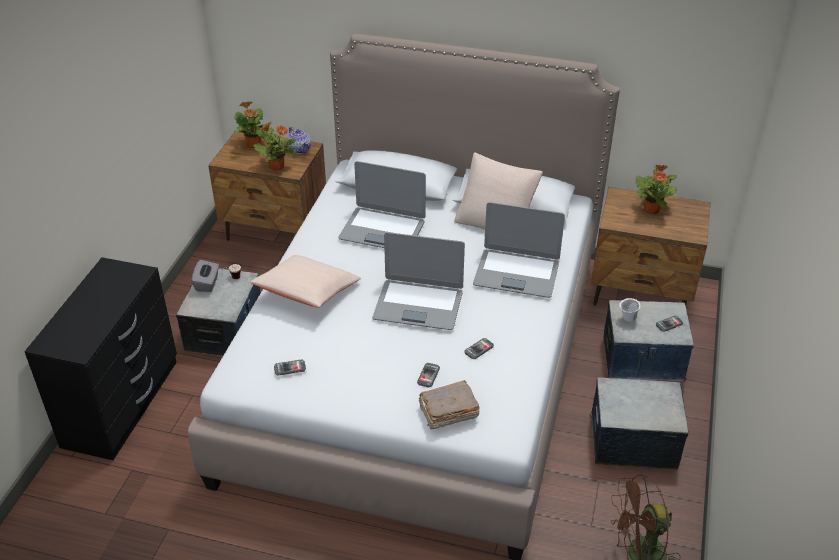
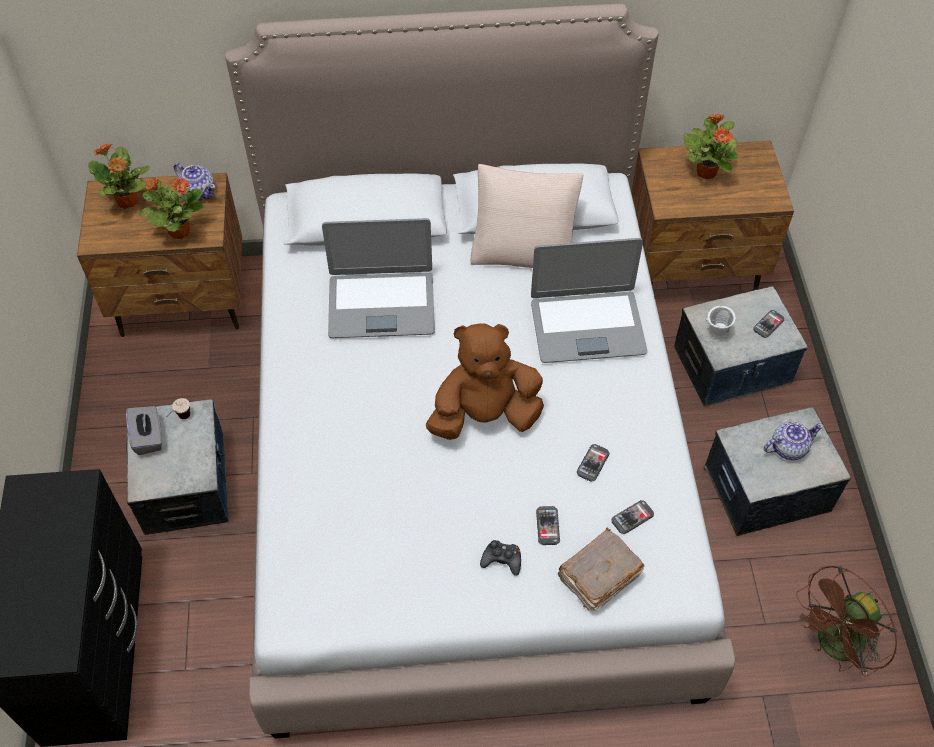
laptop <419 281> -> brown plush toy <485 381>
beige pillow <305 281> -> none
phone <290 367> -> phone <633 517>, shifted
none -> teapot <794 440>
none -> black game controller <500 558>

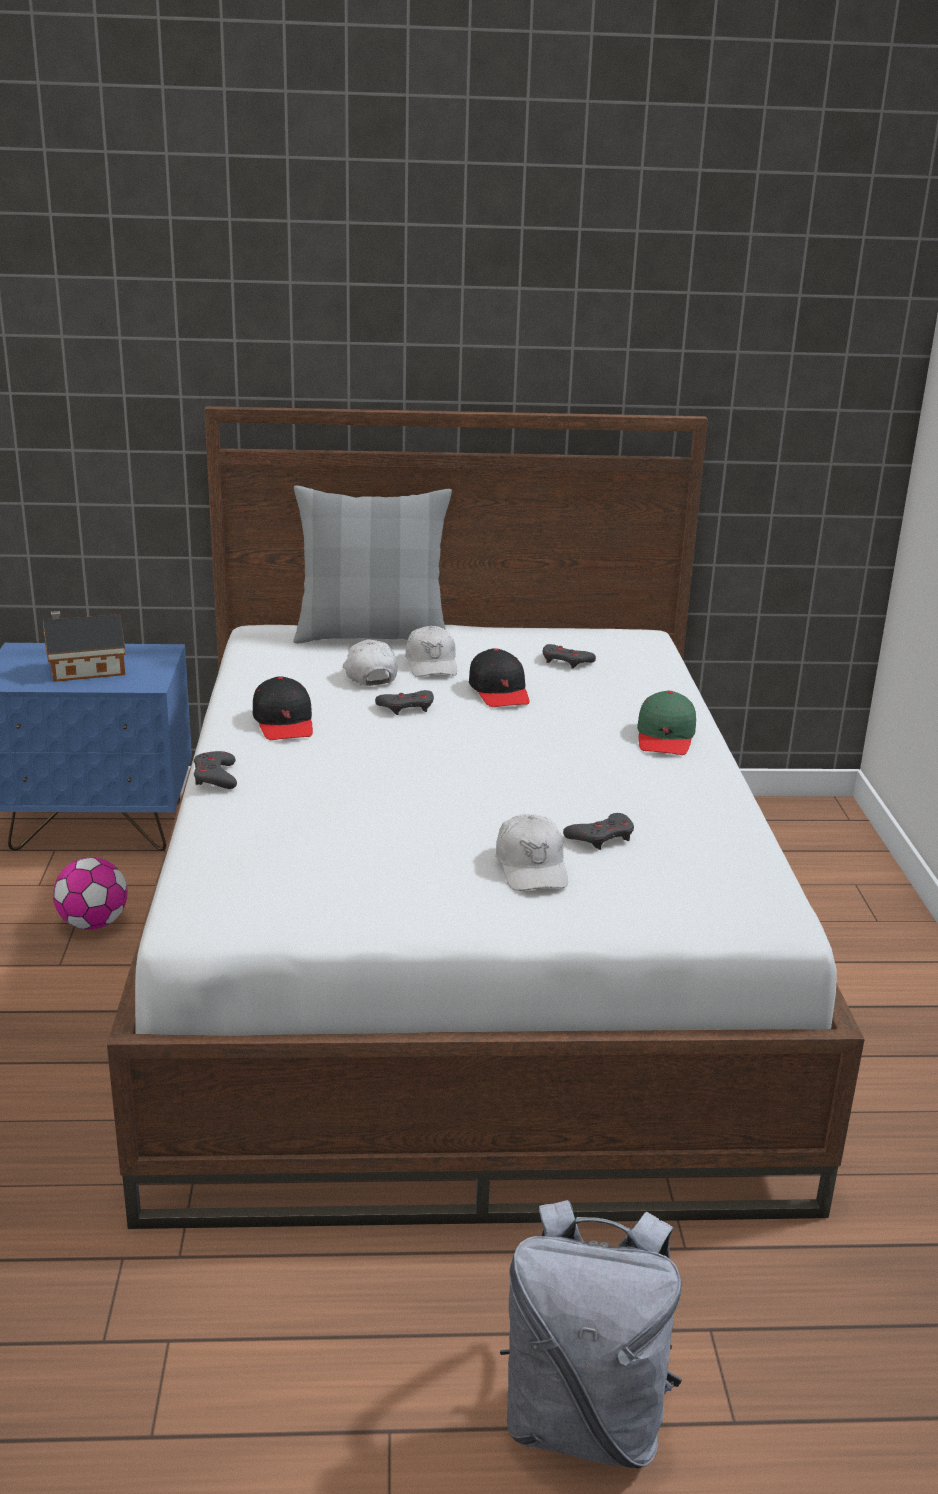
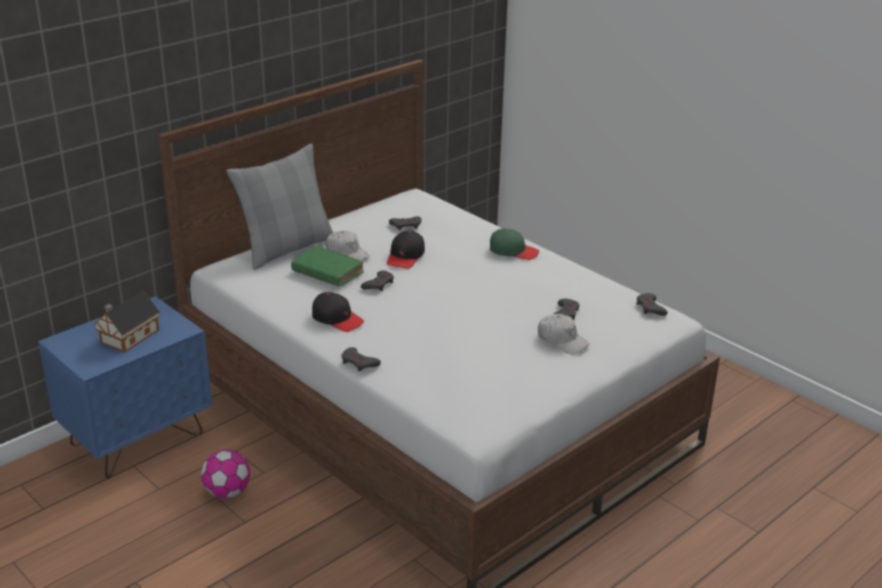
white cap <370 662> -> green book <327 266>
black cap <499 677> -> black cap <406 249>, 75 degrees clockwise
green cap <666 723> -> green cap <514 244>, 45 degrees counterclockwise
grey backpack <591 1334> -> none
none -> grey game controller <652 304>

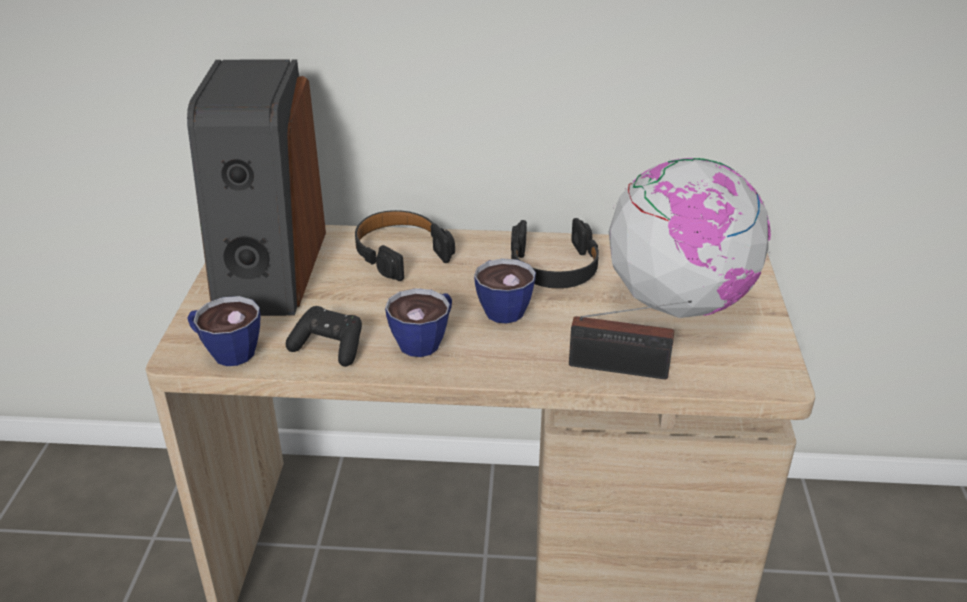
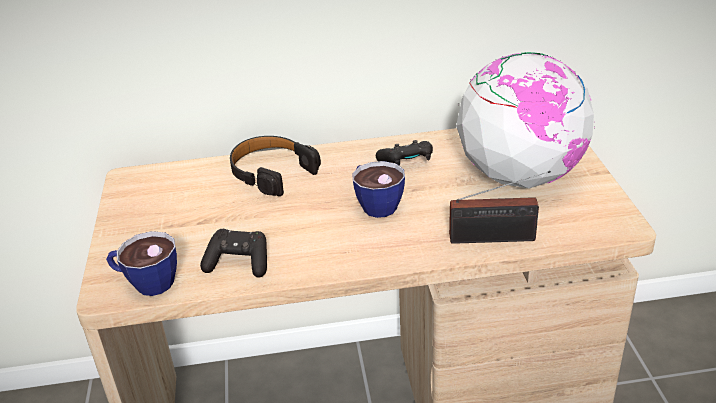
speaker <256 188> -> none
black headphones <555 253> -> black game controller <404 153>
cup <418 322> -> none

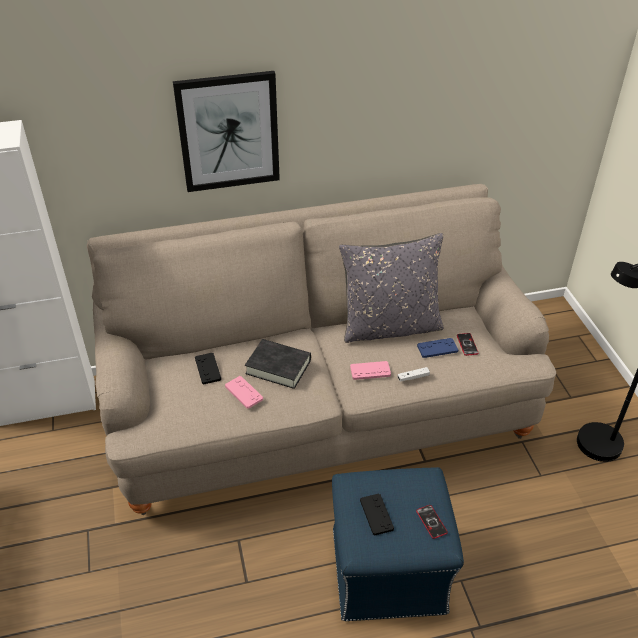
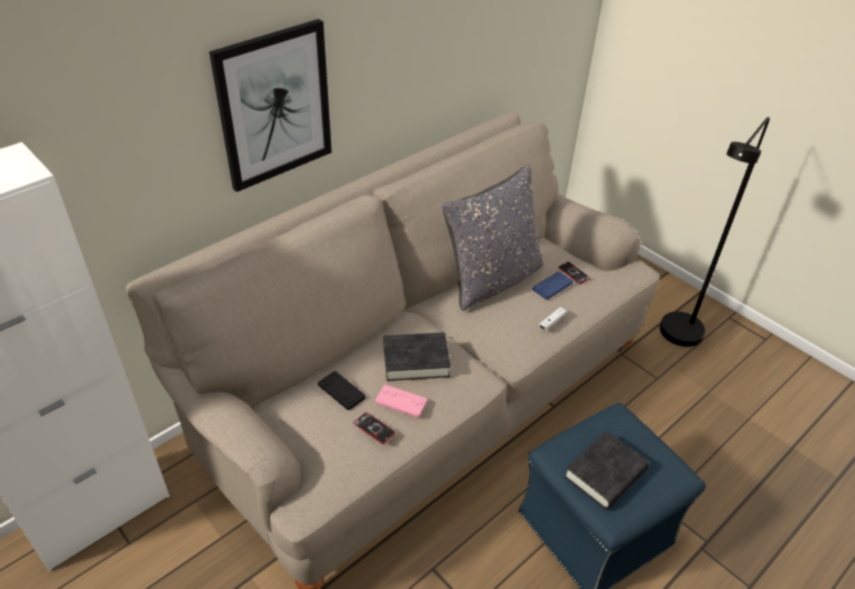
pink game controller <370 370> -> none
black game controller <377 515> -> black book <606 470>
phone <432 522> -> phone <374 428>, shifted

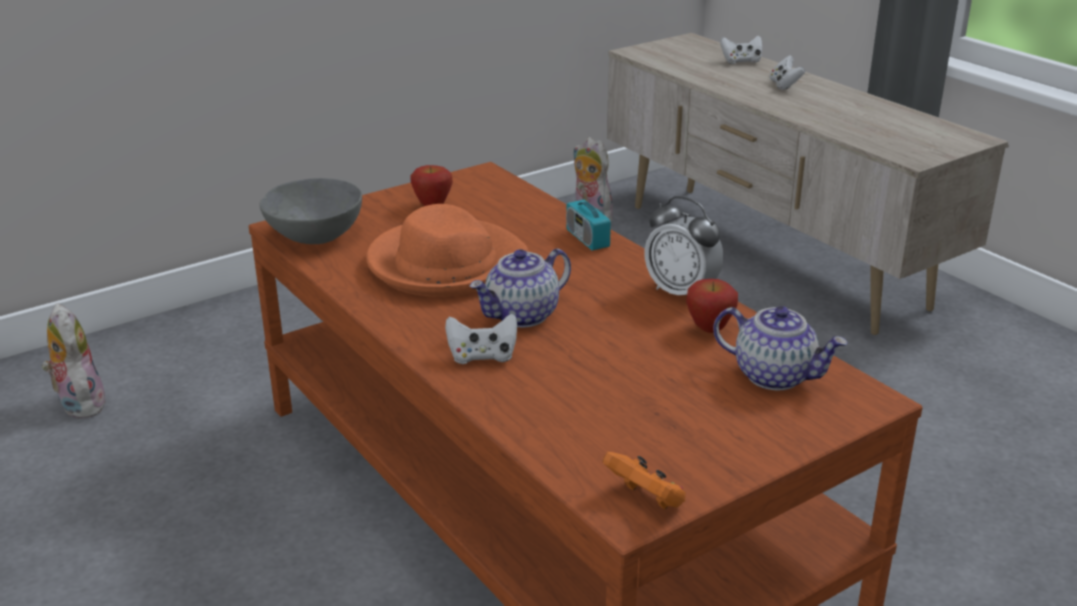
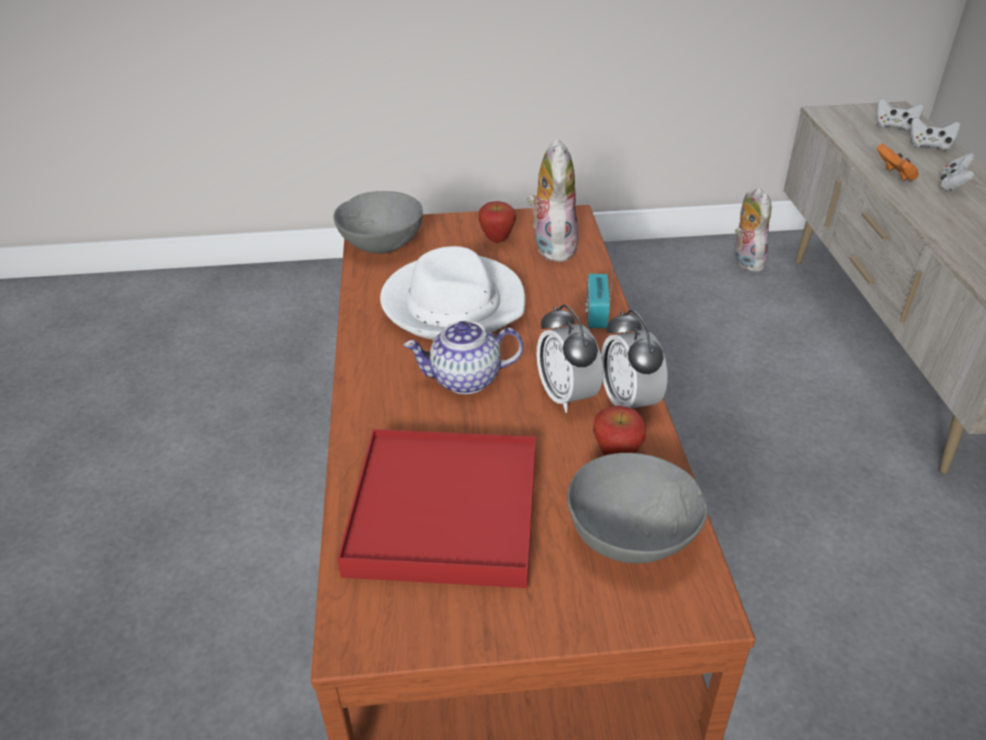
orange hat <447 250> -> white hat <452 293>
plush toy <73 361> -> plush toy <552 200>, shifted
teapot <780 348> -> grey bowl <637 508>
white game controller <481 339> -> white game controller <900 114>, shifted
orange game controller <644 480> -> orange game controller <898 162>, shifted
none -> alarm clock <570 358>
none -> red tray <436 508>

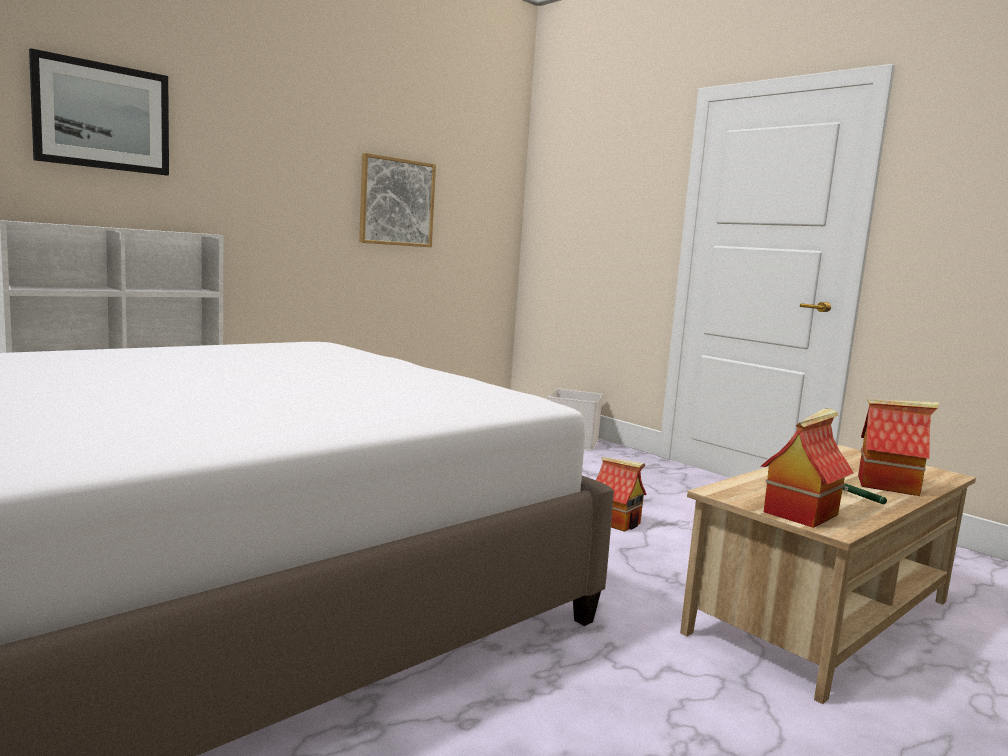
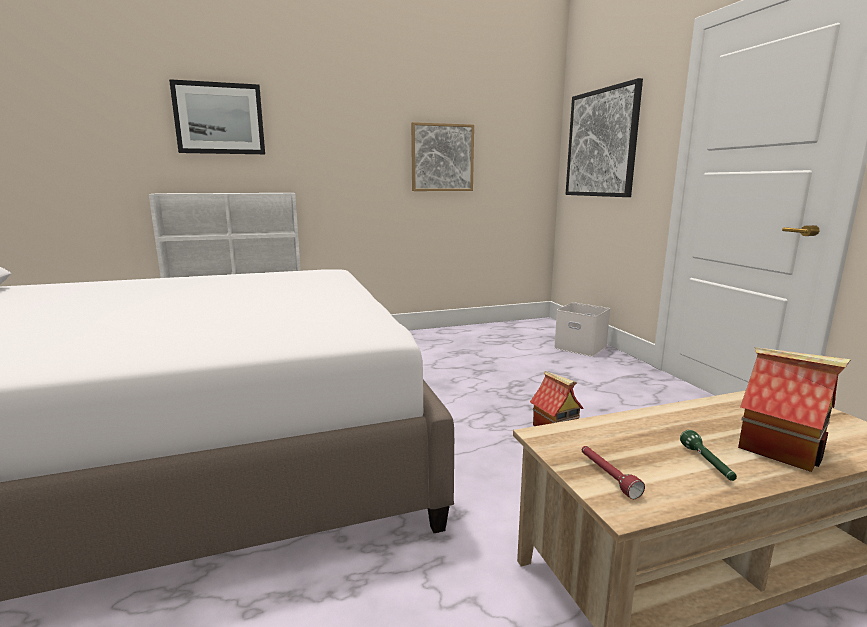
toy house <807 468> -> red flashlight <613 472>
none -> picture <604 137>

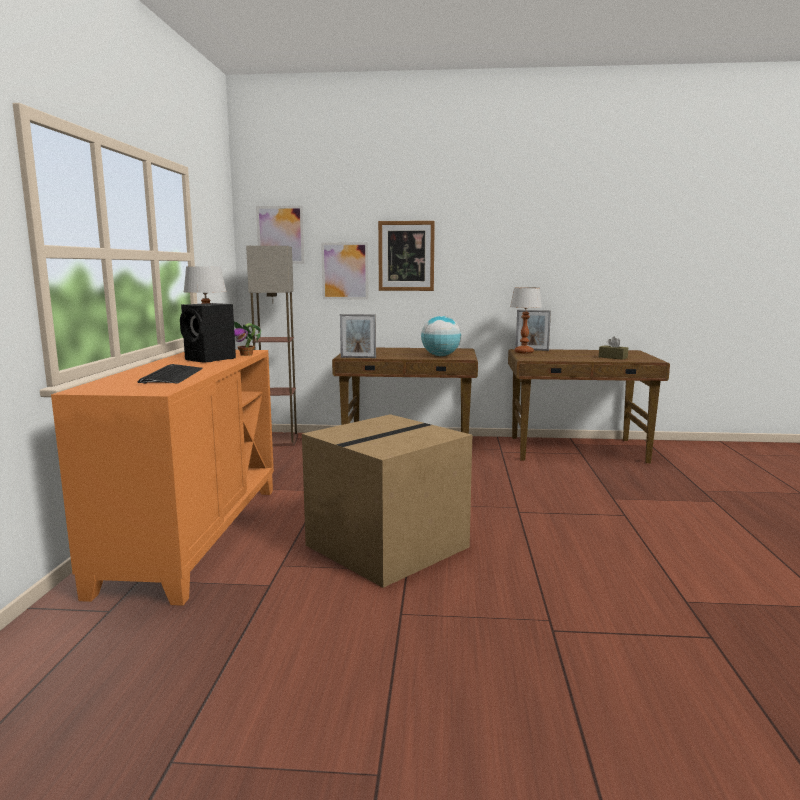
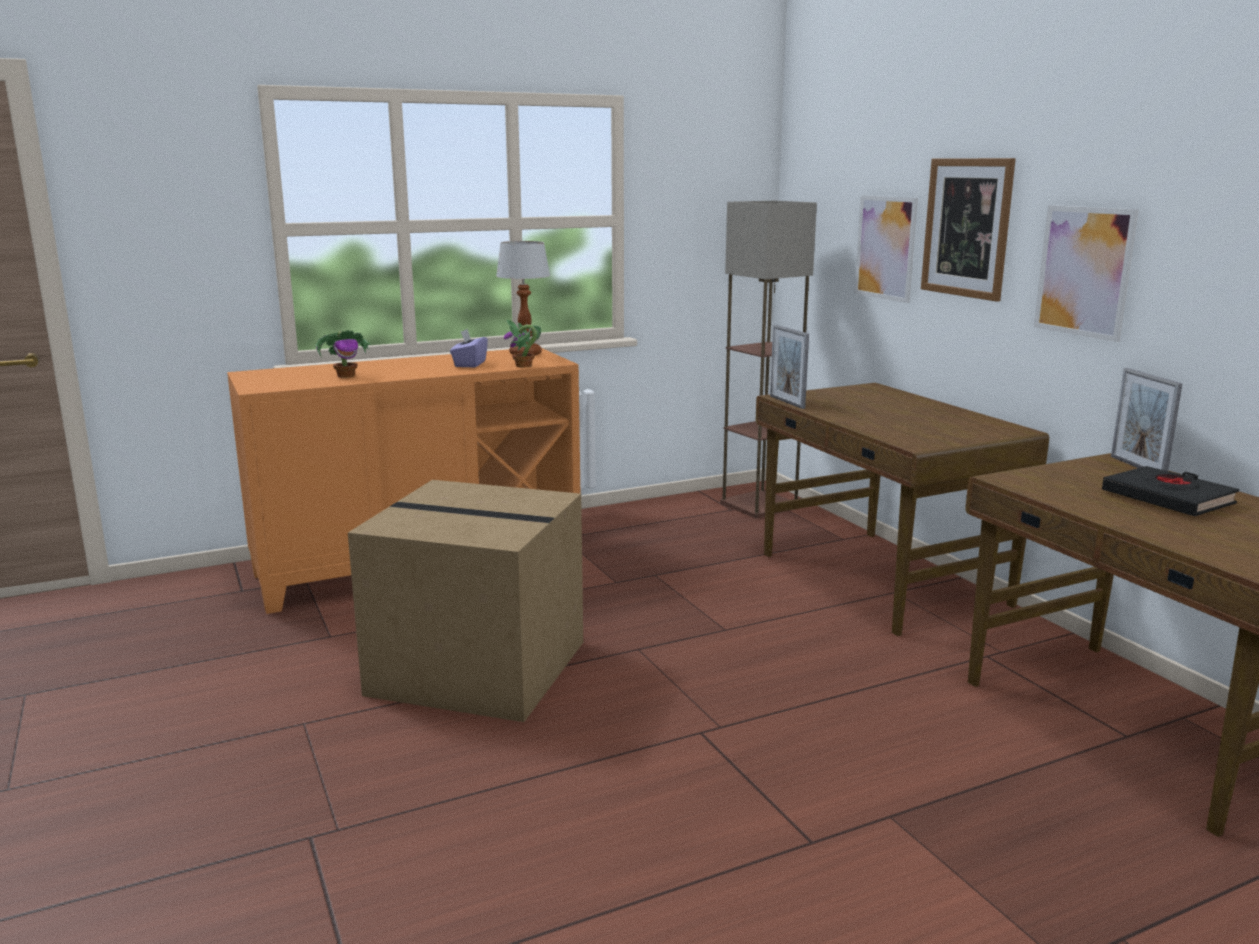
picture <280 235> -> picture <1086 273>, shifted
table lamp <526 320> -> none
black speaker <208 333> -> purple tissue box <469 348>
globe <441 336> -> none
brown tissue box <613 348> -> none
keyboard <170 374> -> potted plant <344 354>
none -> black book <1170 491>

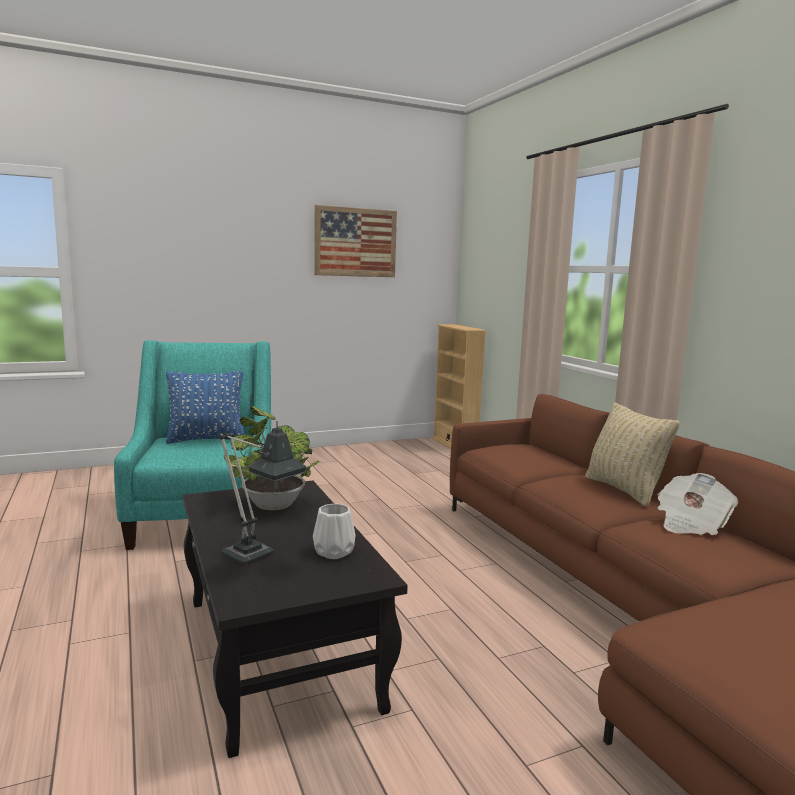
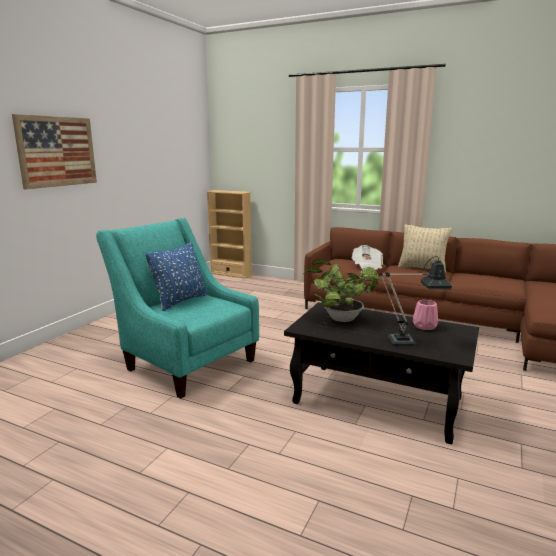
picture <355 241> -> picture <54 151>, shifted
newspaper <697 504> -> newspaper <367 257>, shifted
white vase <334 531> -> pink vase <425 315>

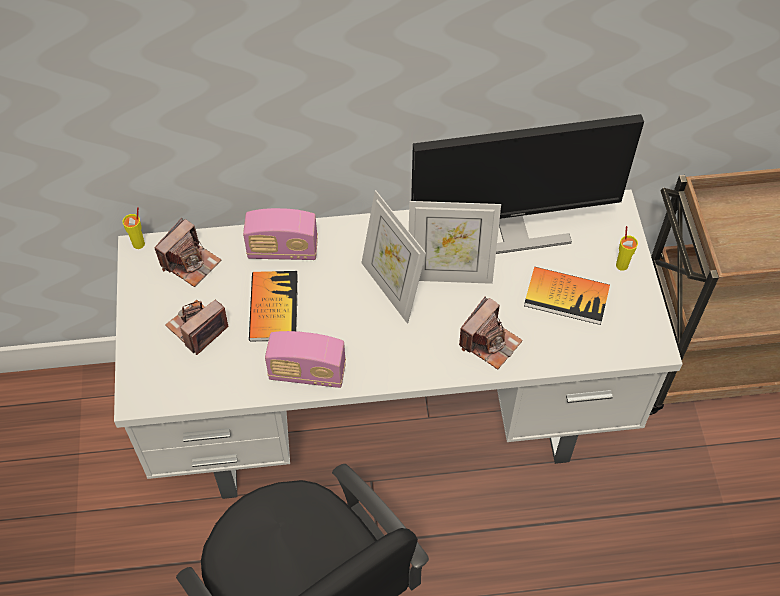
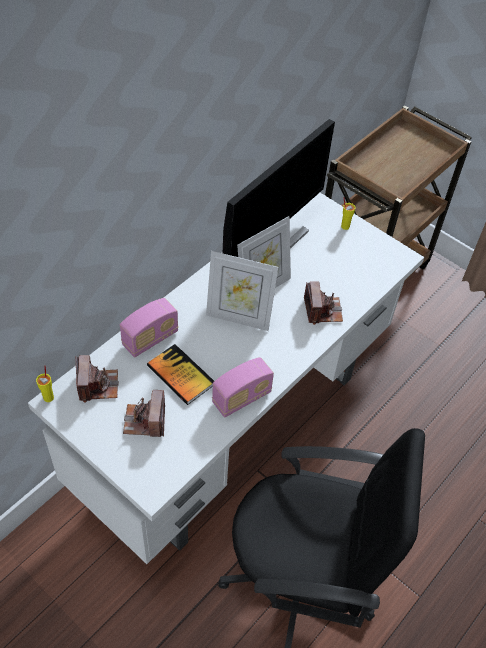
book <567 296> -> none

